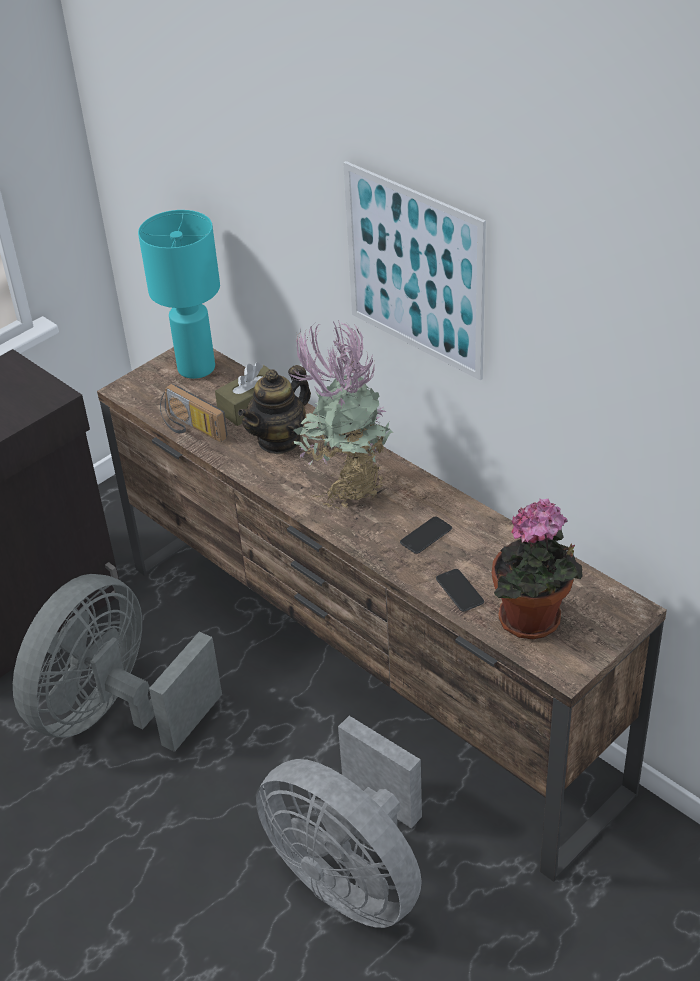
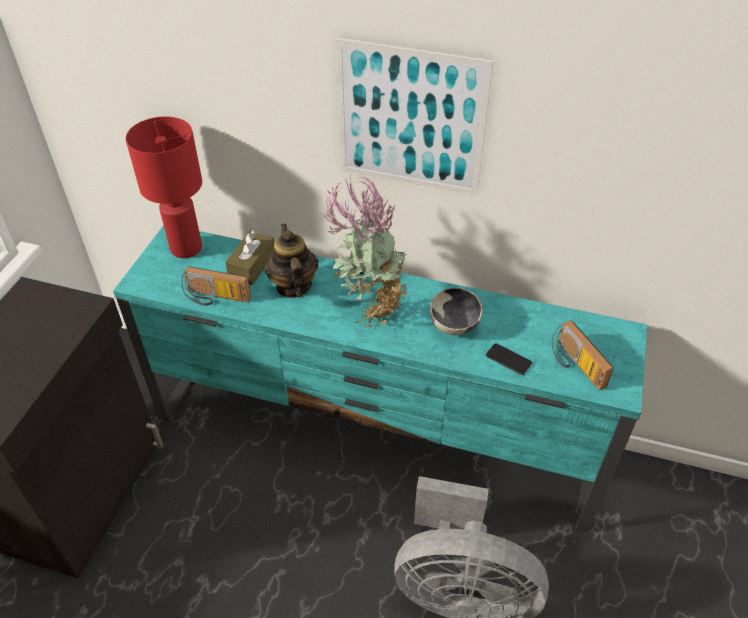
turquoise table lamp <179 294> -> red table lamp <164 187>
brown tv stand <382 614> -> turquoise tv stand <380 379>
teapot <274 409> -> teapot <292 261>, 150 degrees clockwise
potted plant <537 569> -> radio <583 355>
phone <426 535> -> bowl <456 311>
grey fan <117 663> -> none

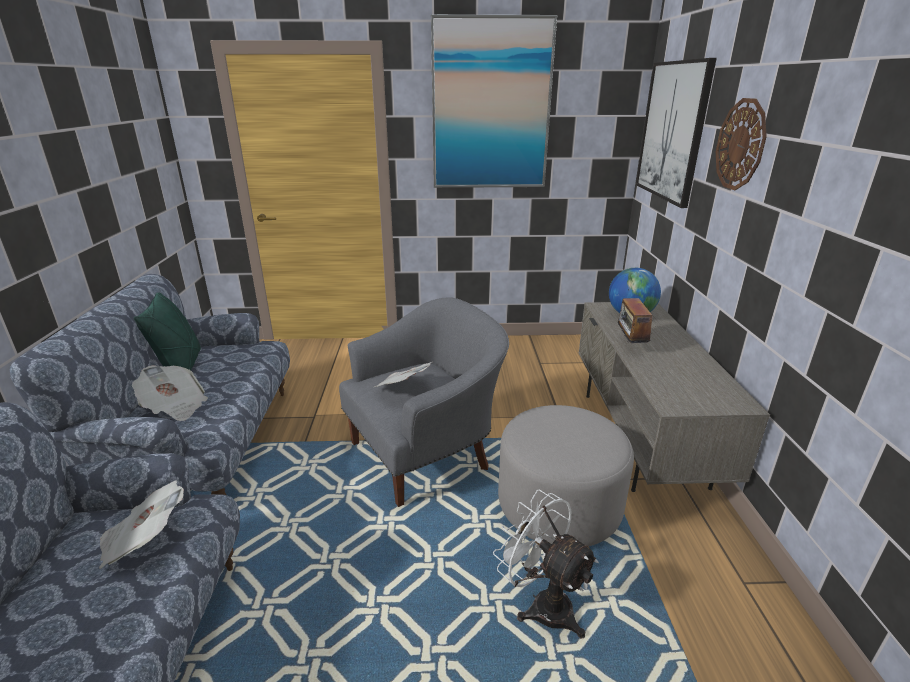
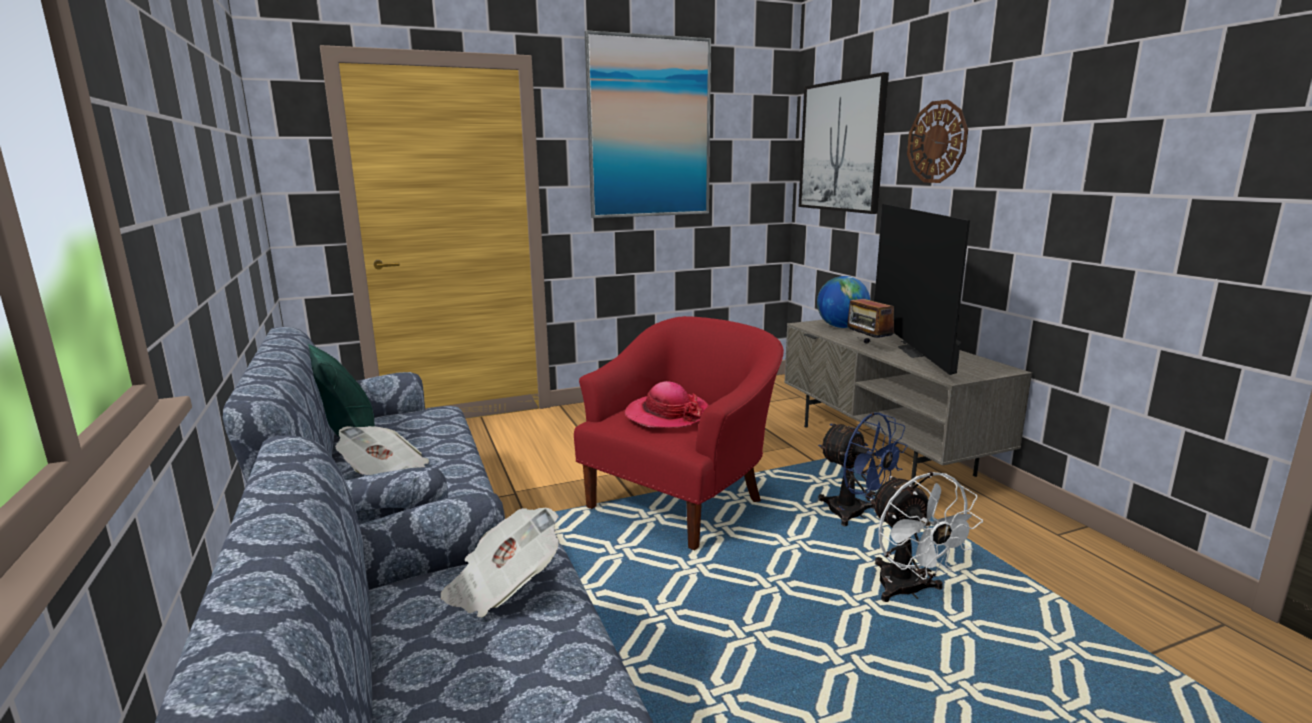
grey armchair <424 402> -> red armchair <679 433>
newspaper <403 374> -> hat <667 404>
grey ottoman <566 475> -> blue fan <863 469>
white fan <546 564> -> white fan <926 537>, 135 degrees counterclockwise
none -> television <922 289>

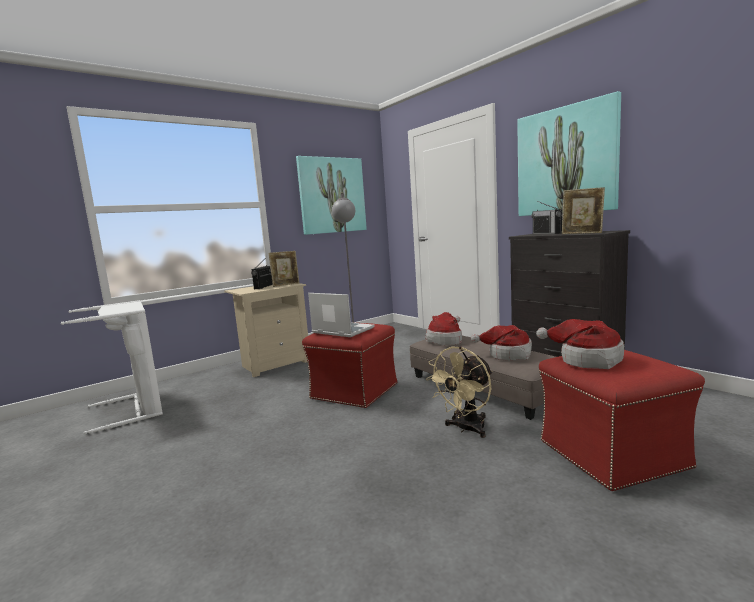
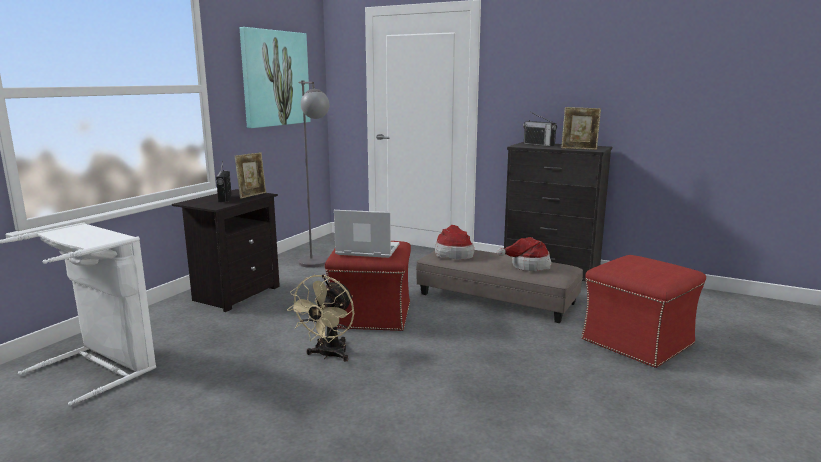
picture <569 153> -> none
beige nightstand <266 330> -> black nightstand <226 250>
hat <580 344> -> none
beige fan <459 392> -> beige fan <320 318>, shifted

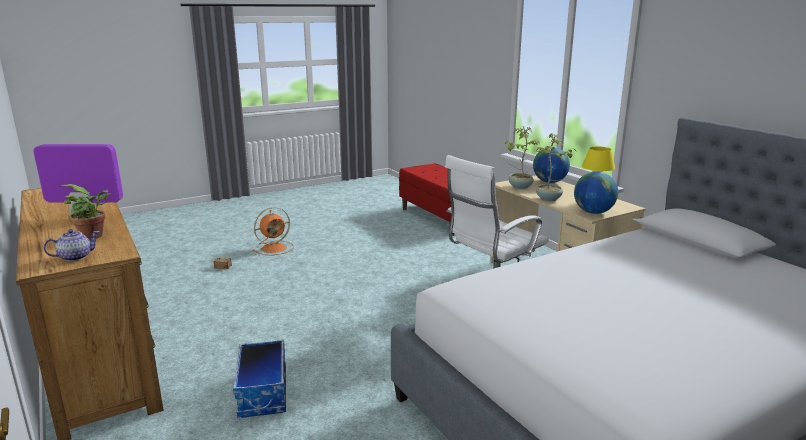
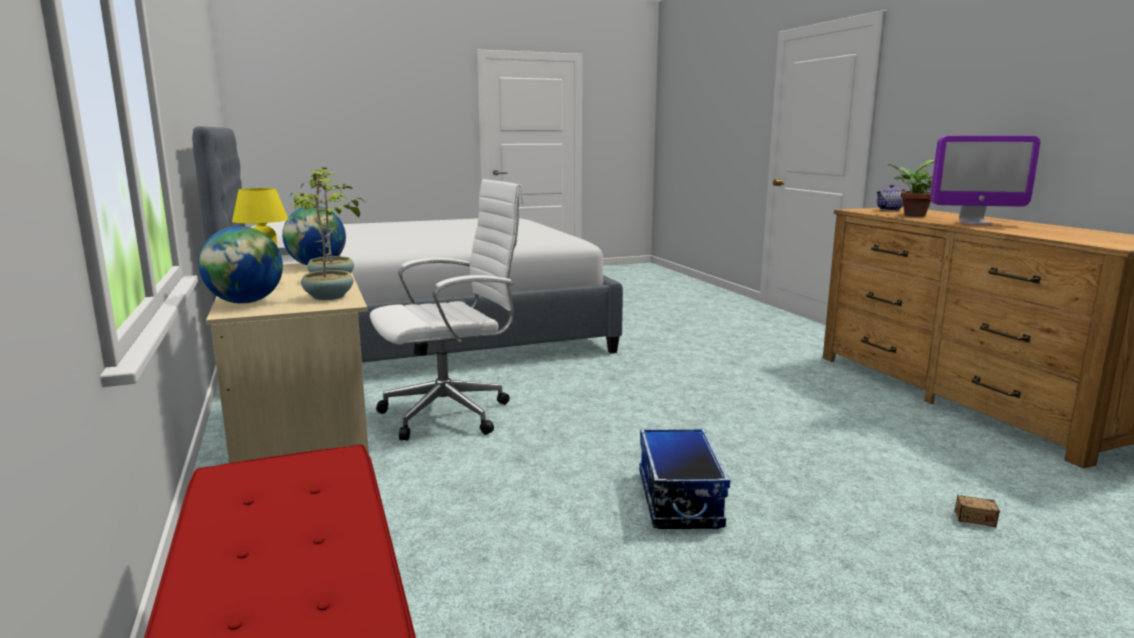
orange fan <273 231> -> none
storage box <259 379> -> storage box <684 478>, shifted

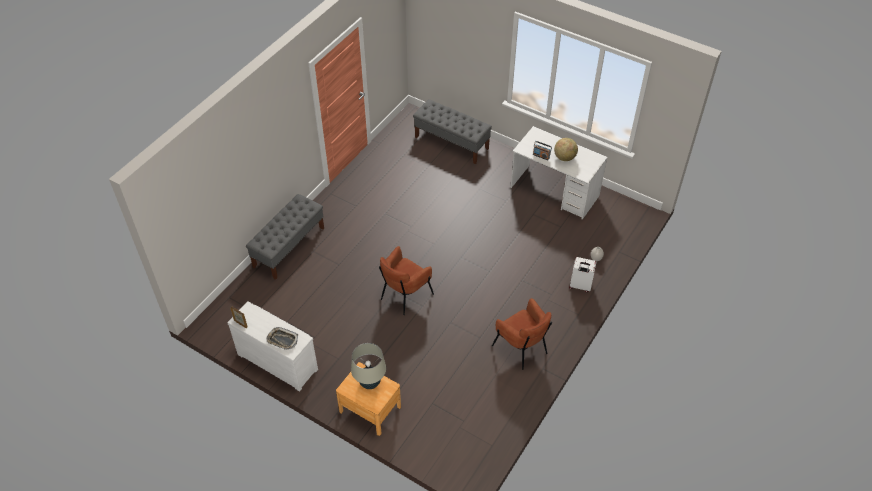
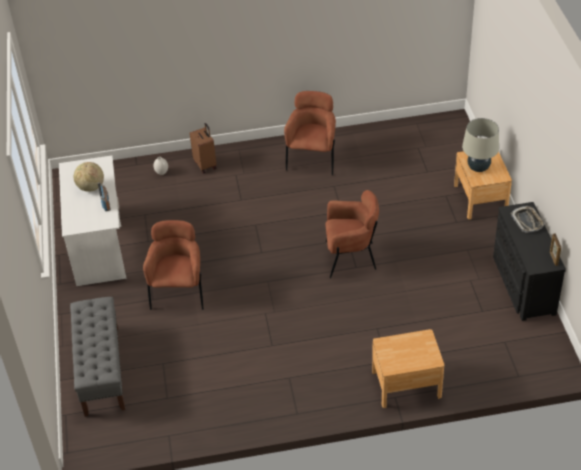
grey bench <285 237> -> brown nightstand <408 368>
white suitcase <583 274> -> brown suitcase <203 148>
white dresser <272 346> -> black dresser <529 261>
none -> brown armchair <173 265>

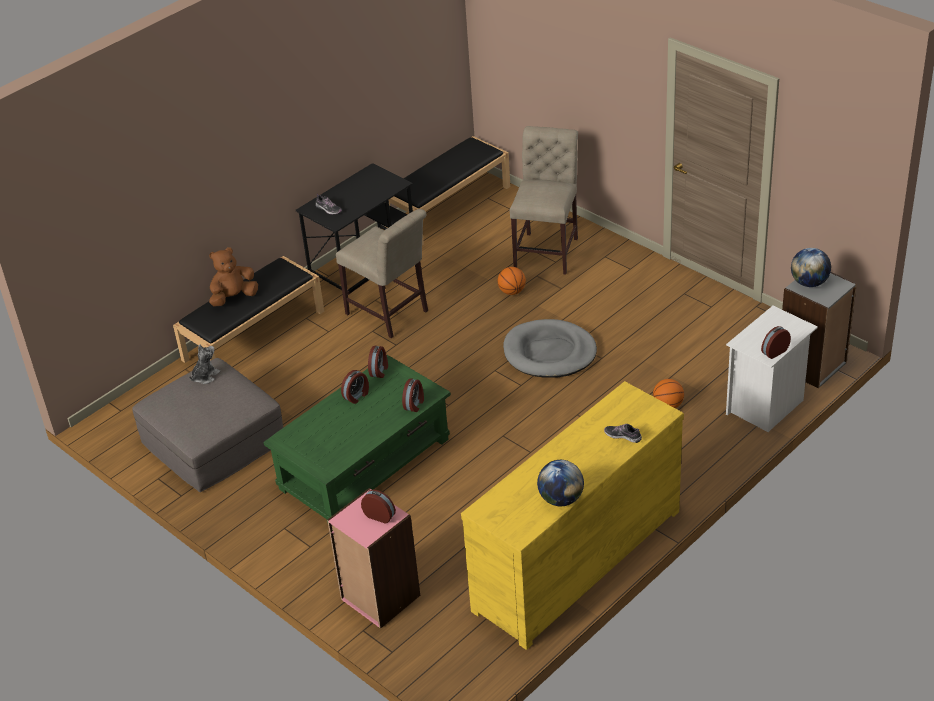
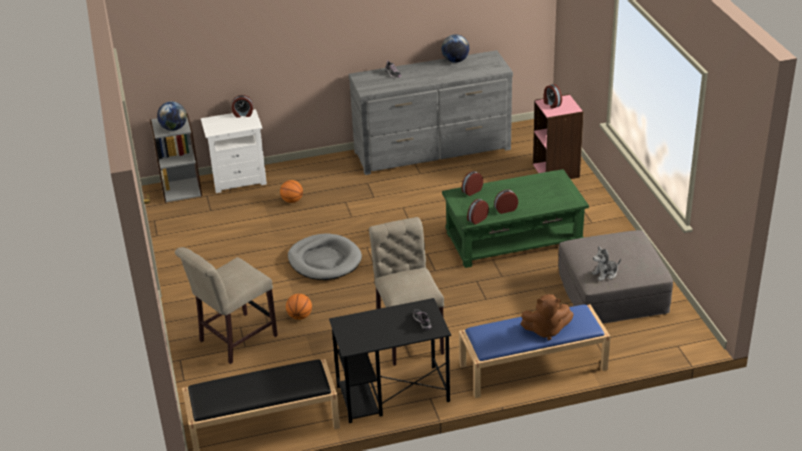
black bench <248 309> -> blue bench <535 351>
yellow dresser <572 515> -> grey dresser <431 112>

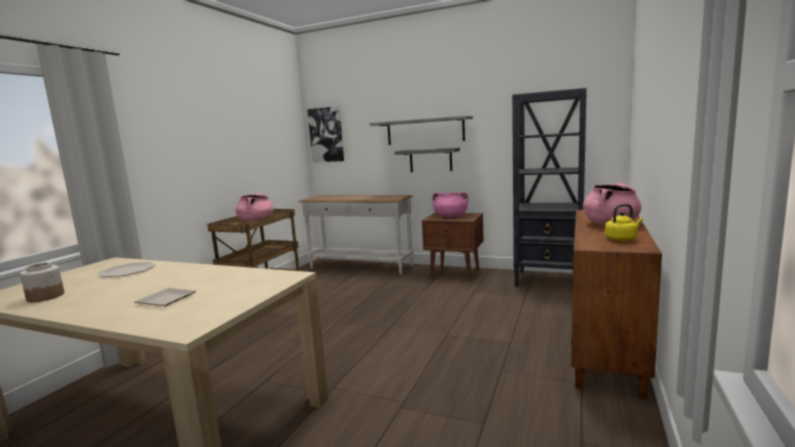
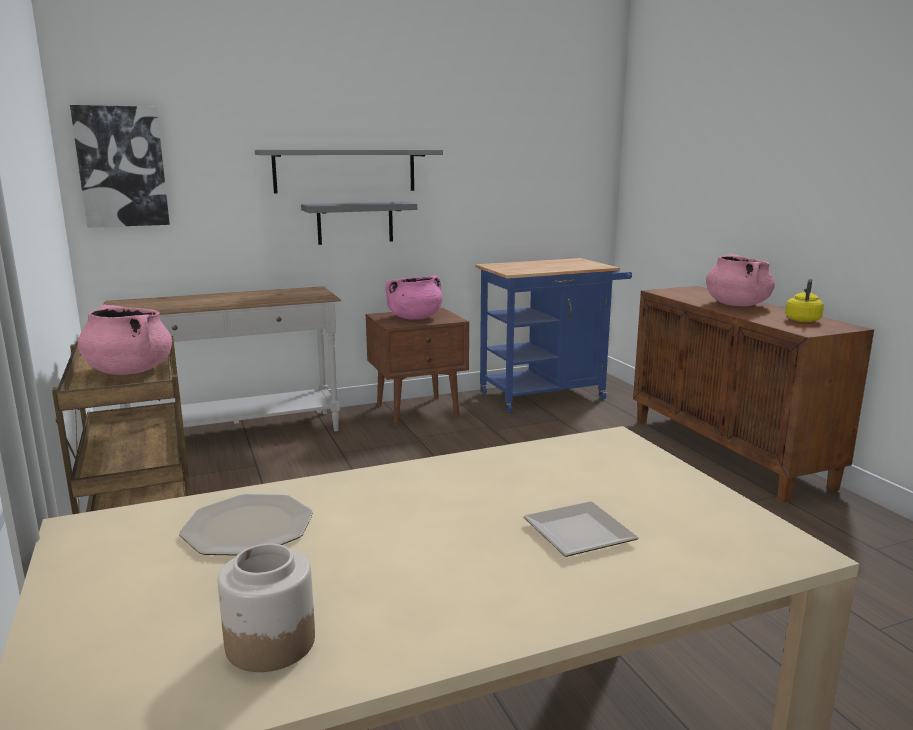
black bookcase <549 187> -> blue cart <553 335>

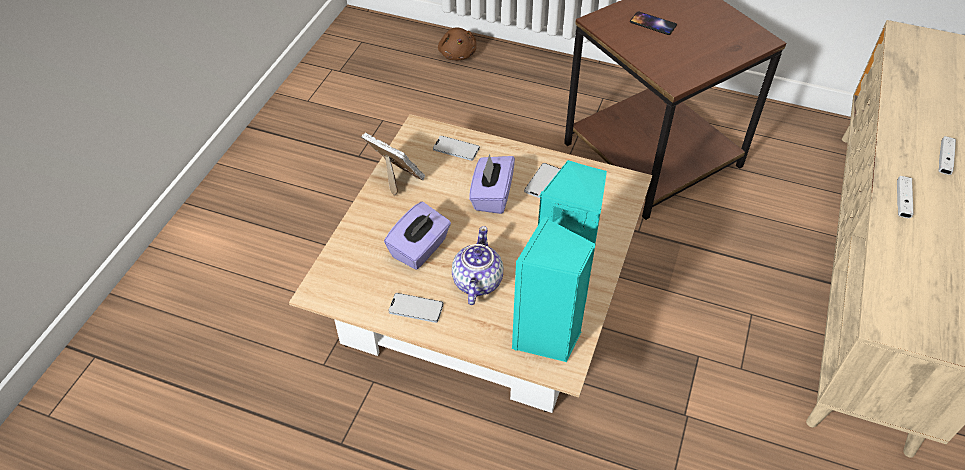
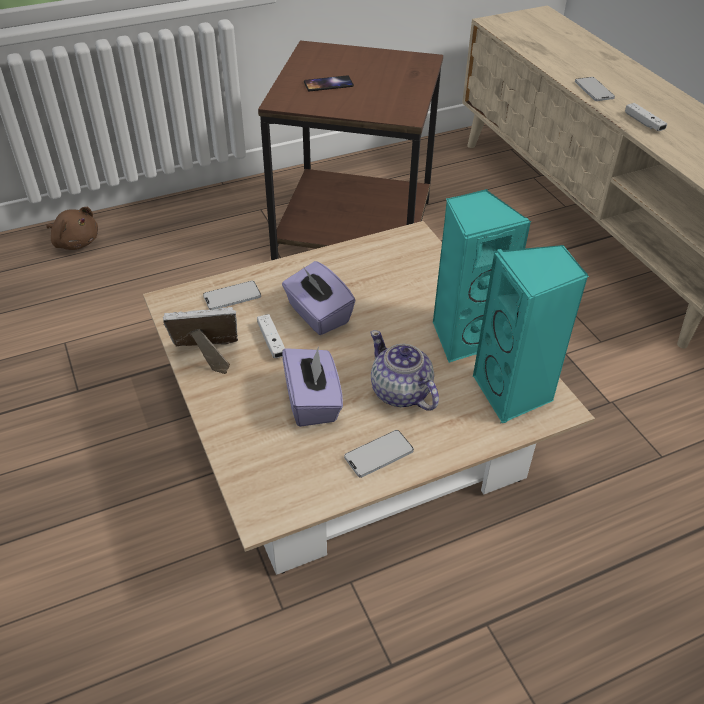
white game controller <947 155> -> white game controller <271 336>, shifted
phone <542 180> -> phone <595 89>, shifted

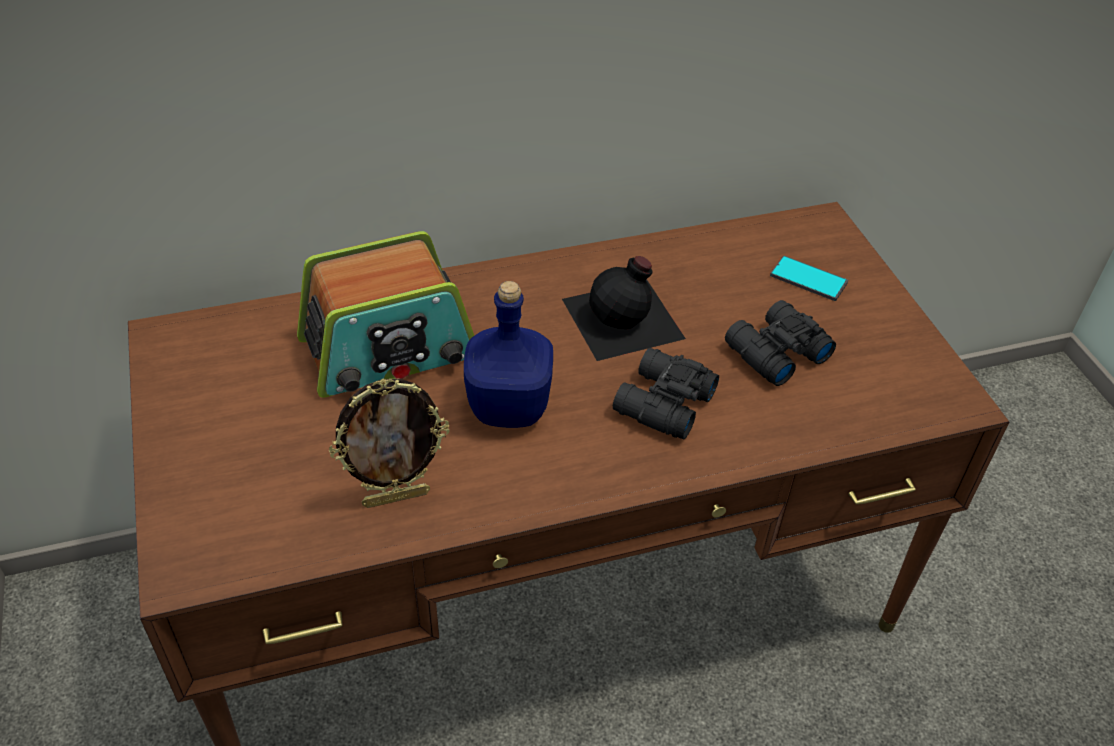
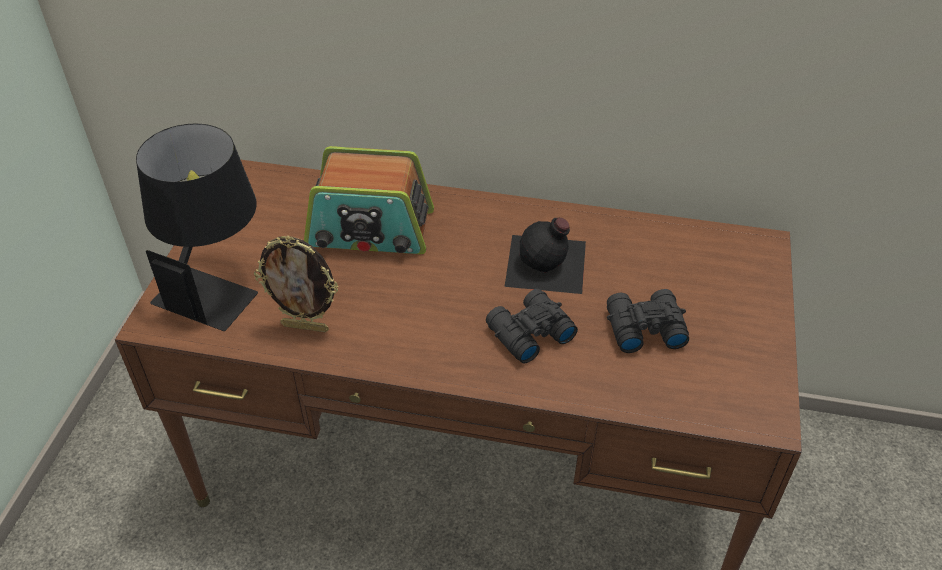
phone <809 278> -> none
blue bottle <508 354> -> none
none -> black table lamp <197 227>

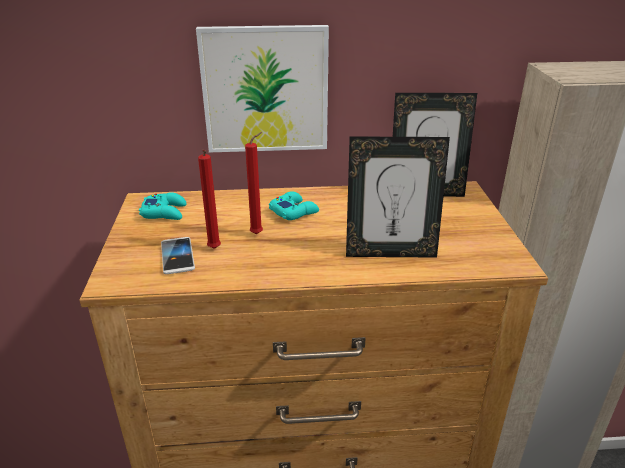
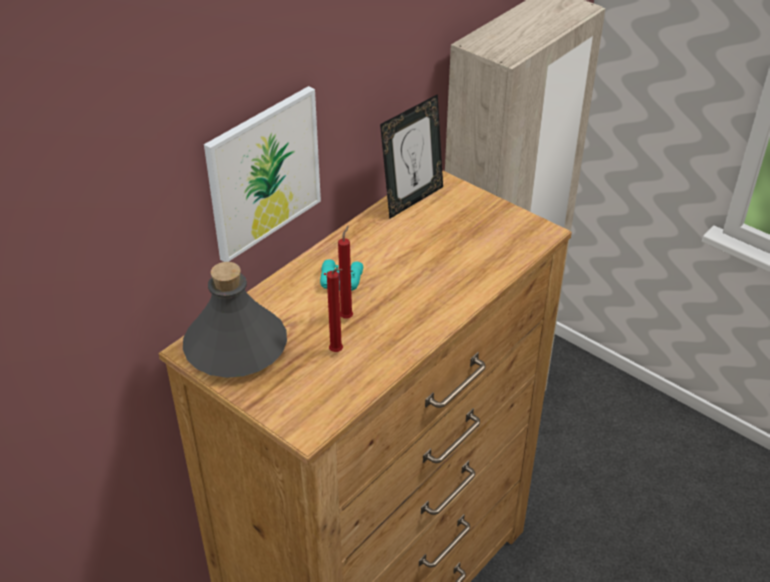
picture frame <398 197> -> none
turquoise game controller <163 206> -> grey bottle <235 320>
phone <178 255> -> none

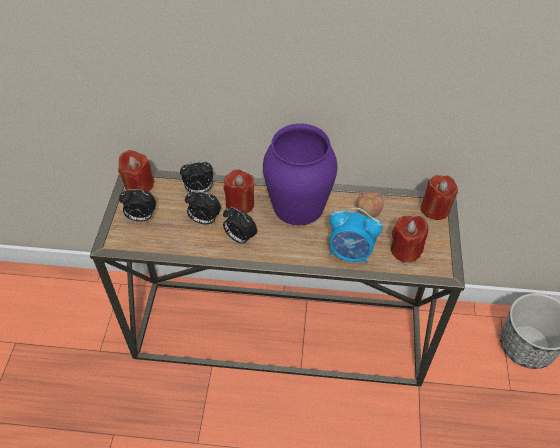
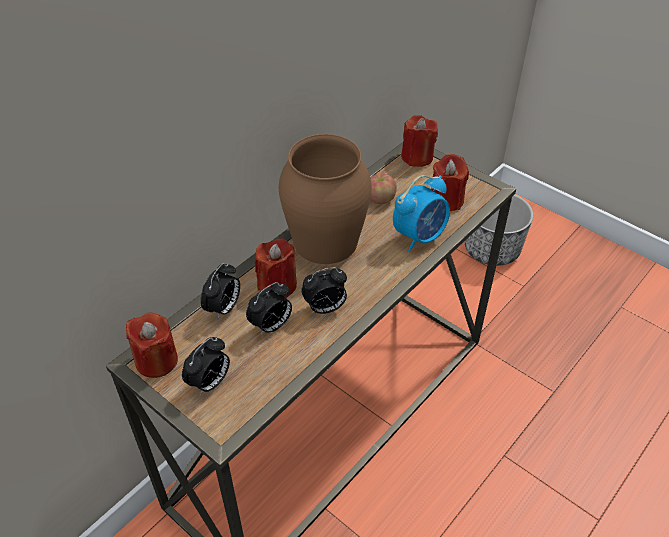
purple vase <300 174> -> brown vase <325 199>

